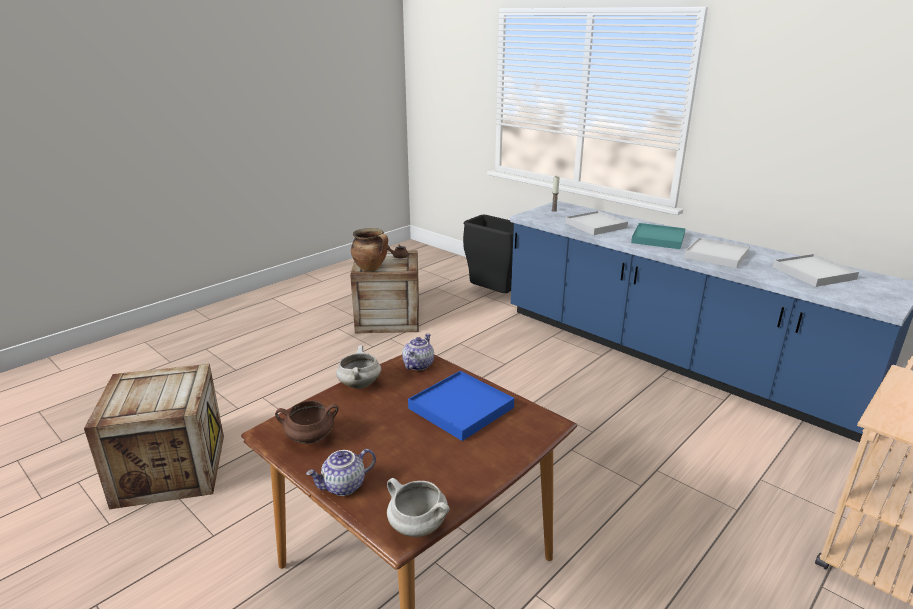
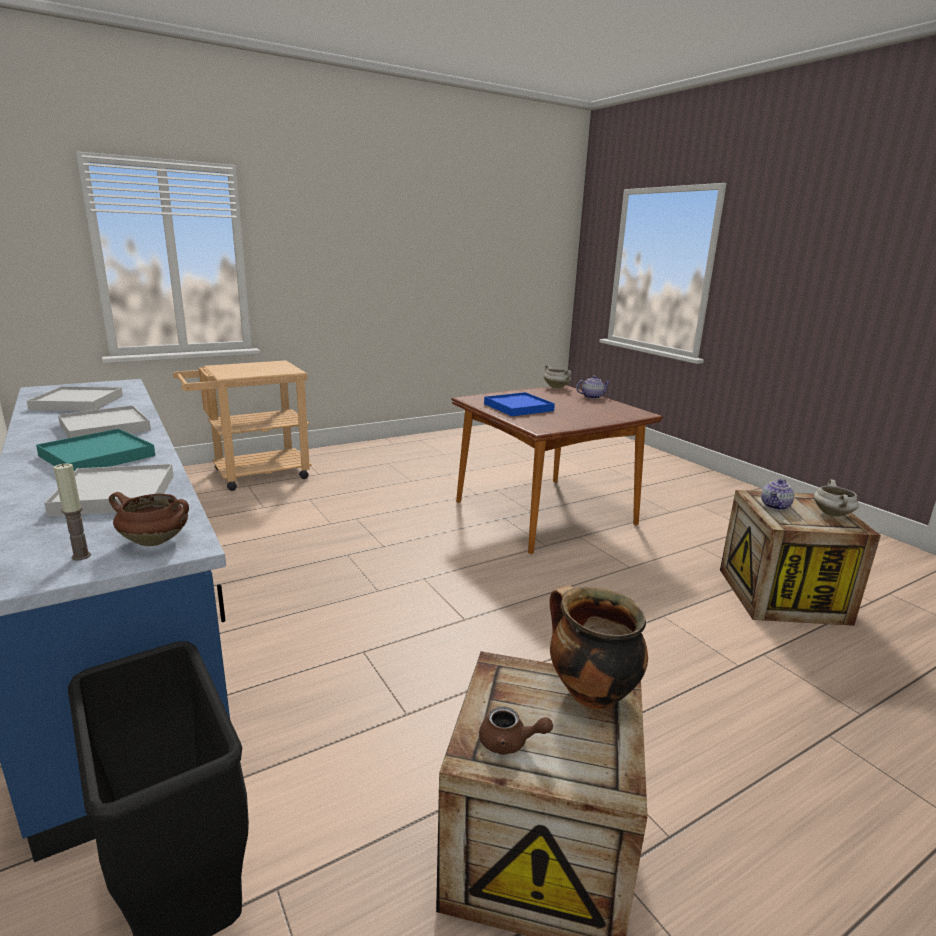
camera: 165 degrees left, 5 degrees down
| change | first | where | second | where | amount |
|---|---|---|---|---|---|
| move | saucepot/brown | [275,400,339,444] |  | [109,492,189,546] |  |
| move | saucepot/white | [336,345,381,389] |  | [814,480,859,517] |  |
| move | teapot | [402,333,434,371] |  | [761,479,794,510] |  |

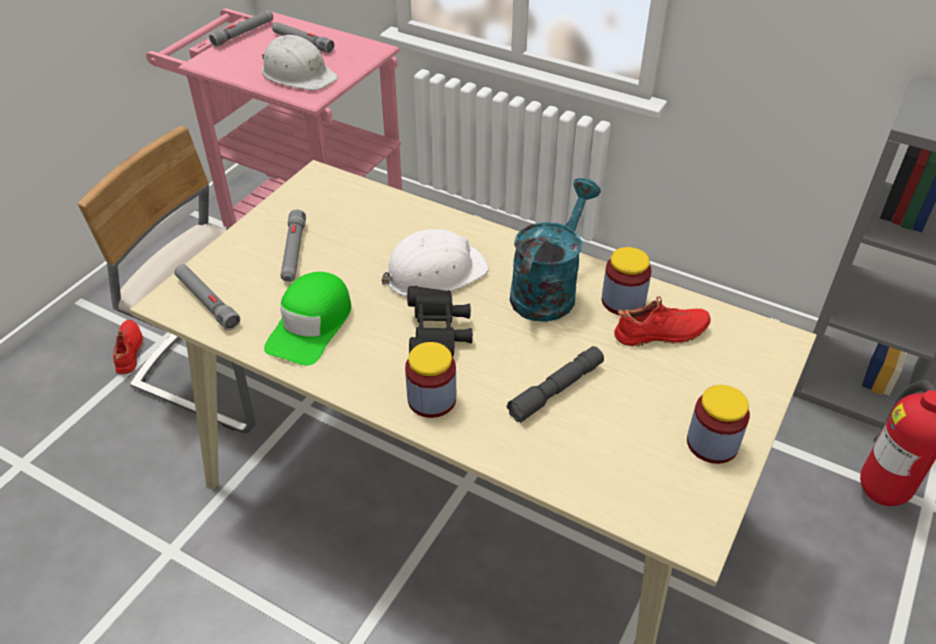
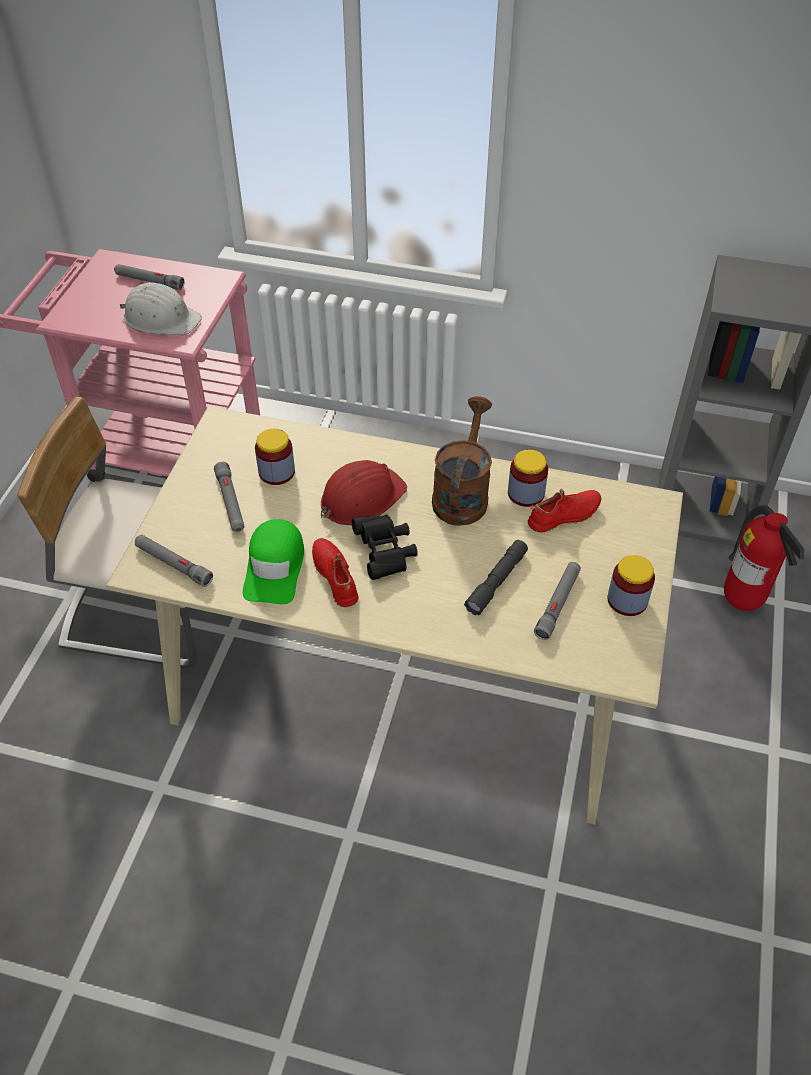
camera: 15 degrees left, 5 degrees up
| change | first | where | second | where | amount |
|---|---|---|---|---|---|
| move | item of footwear/red | [113,320,143,374] |  | [312,538,358,607] |  |
| move | torch/grey | [209,10,273,47] |  | [534,562,581,640] |  |
| recolor | hard hat/white | [380,229,489,297] | hard hat/red | [321,460,407,525] |  |
| move | preserve jar | [405,342,456,418] |  | [255,429,295,485] |  |
| recolor | watering pot/turquoise | [510,178,601,322] | watering pot/brown | [432,396,492,526] |  |

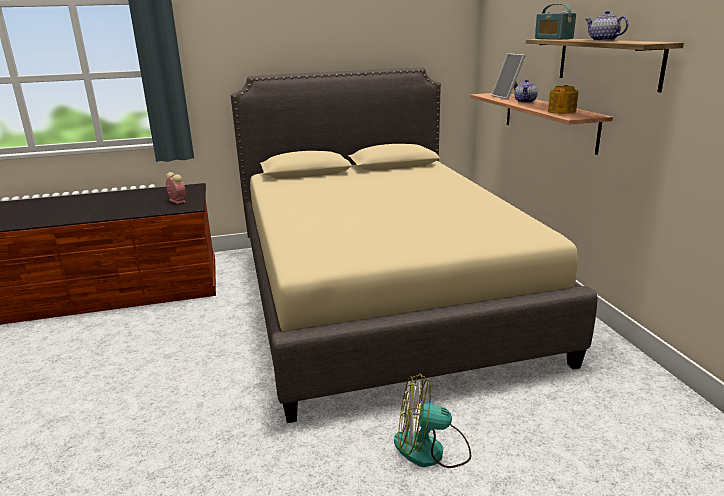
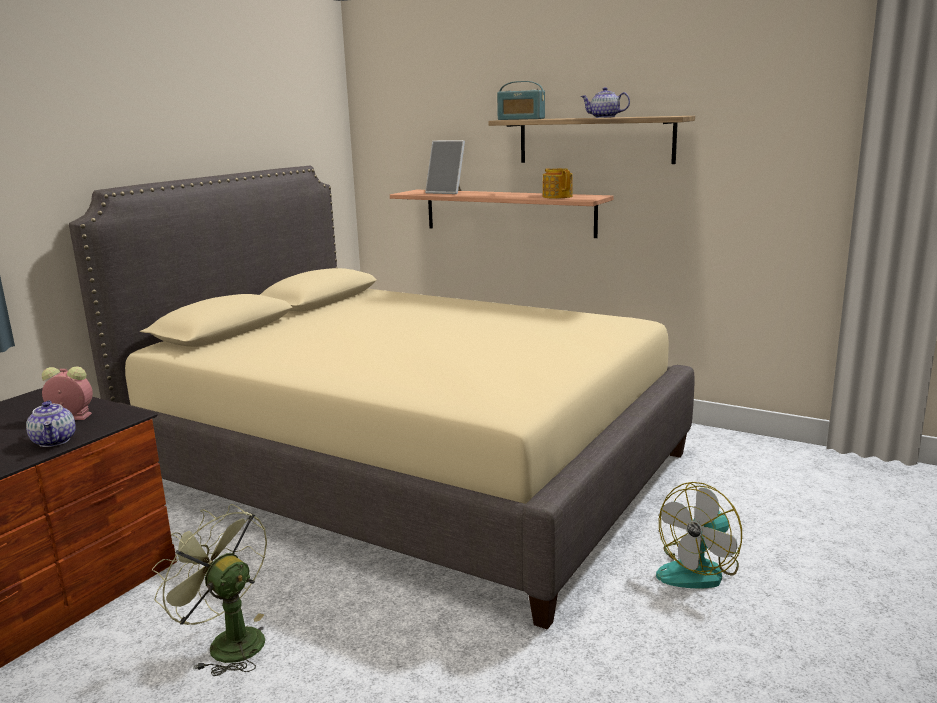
camera: 45 degrees left, 5 degrees down
| change | first | where | second | where | amount |
|---|---|---|---|---|---|
| move | teapot | [514,79,538,103] |  | [26,400,76,447] |  |
| insert |  |  | cooling fan/green | [152,504,267,676] |  |

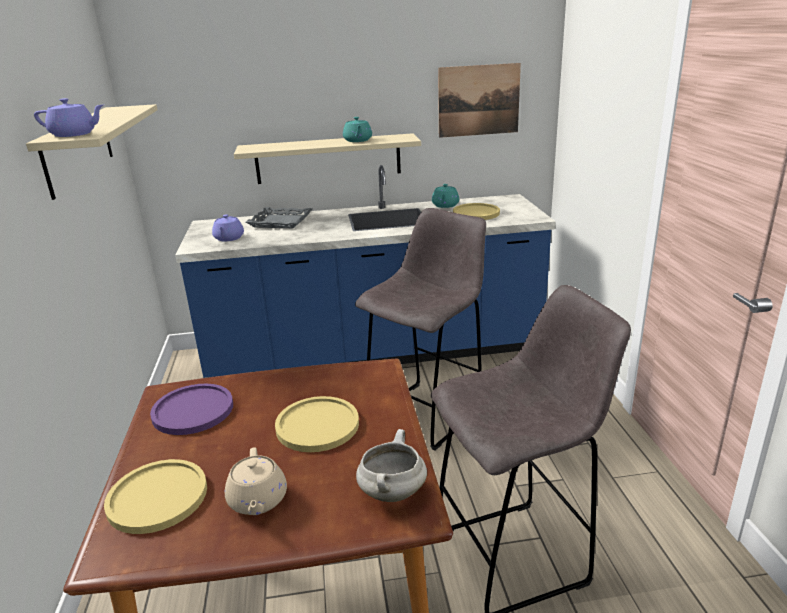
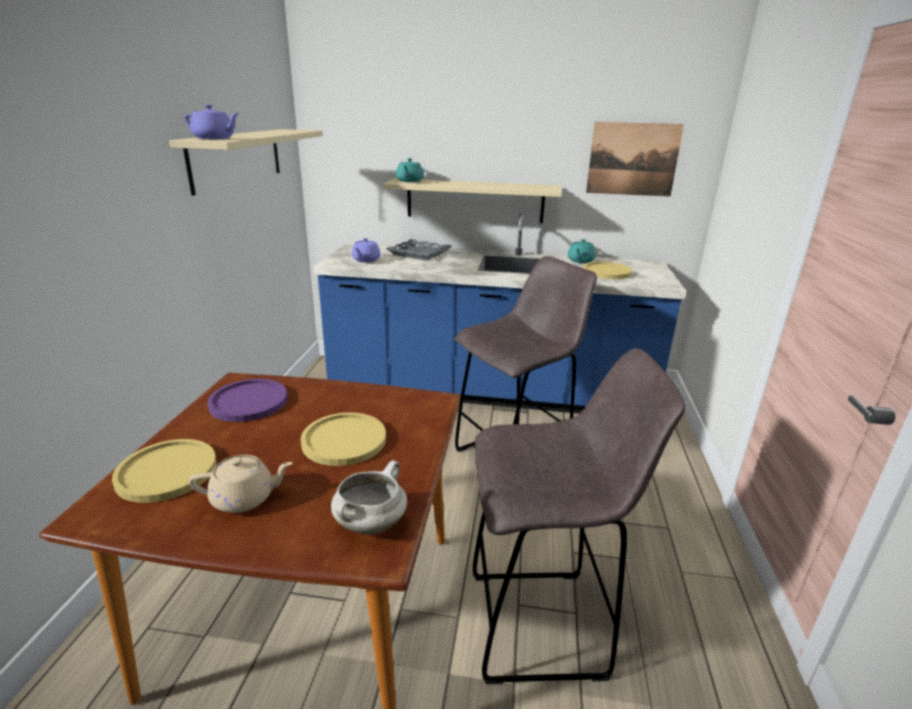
camera: 15 degrees right, 0 degrees up
| change | first | where | second | where | amount |
|---|---|---|---|---|---|
| rotate | teapot/sand-coloured | [225,447,287,515] |  | [189,455,293,513] | 105 degrees counterclockwise |
| move | teapot/turquoise | [343,117,372,142] |  | [396,158,424,182] |  |

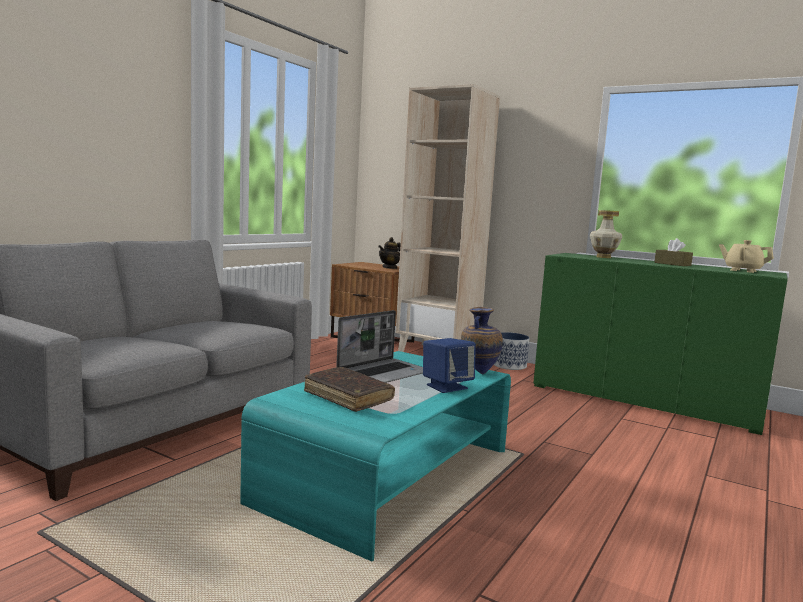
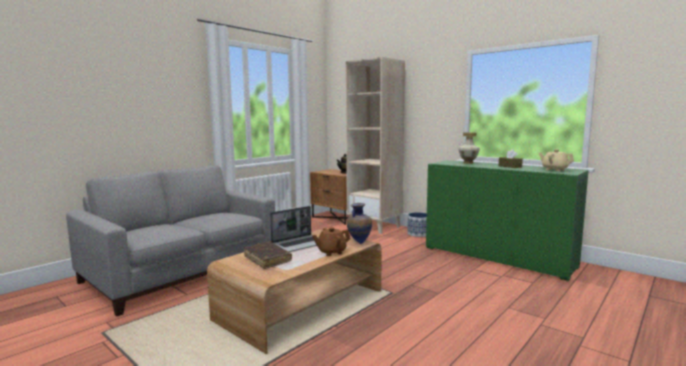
camera: 10 degrees right, 0 degrees up
| change | first | where | second | where | amount |
|---|---|---|---|---|---|
| recolor | coffee table/turquoise | [240,351,511,561] | coffee table/brown | [207,229,382,354] |  |
| replace | speaker/blue | [423,338,476,393] | teapot/brown | [312,227,351,256] |  |

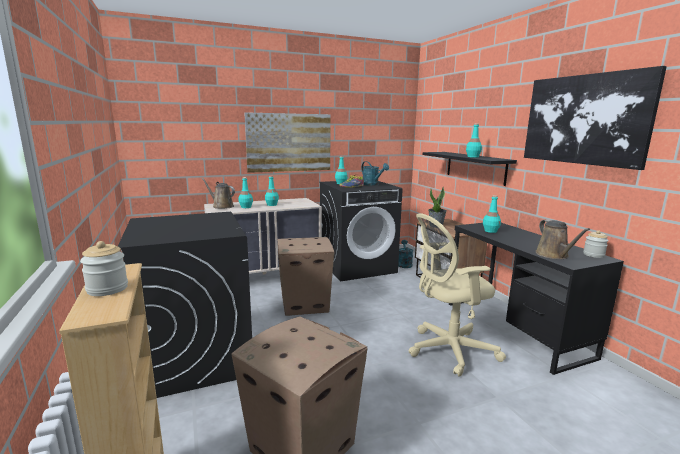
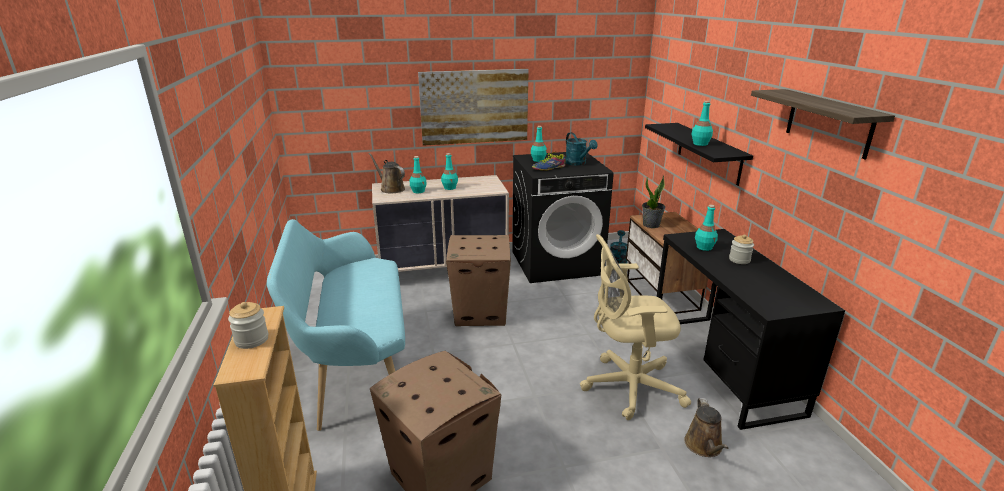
camera: 10 degrees right, 10 degrees up
| change | first | where | second | where | amount |
|---|---|---|---|---|---|
| replace | washing machine/black | [118,212,252,398] | indoor bench/turquoise | [267,219,405,431] |  |
| replace | wall picture | [524,66,667,170] | shelf | [751,89,895,159] |  |
| move | watering pot/brown | [536,220,590,259] |  | [684,398,728,457] |  |
| move | preserve jar | [583,230,609,258] |  | [729,235,754,264] |  |

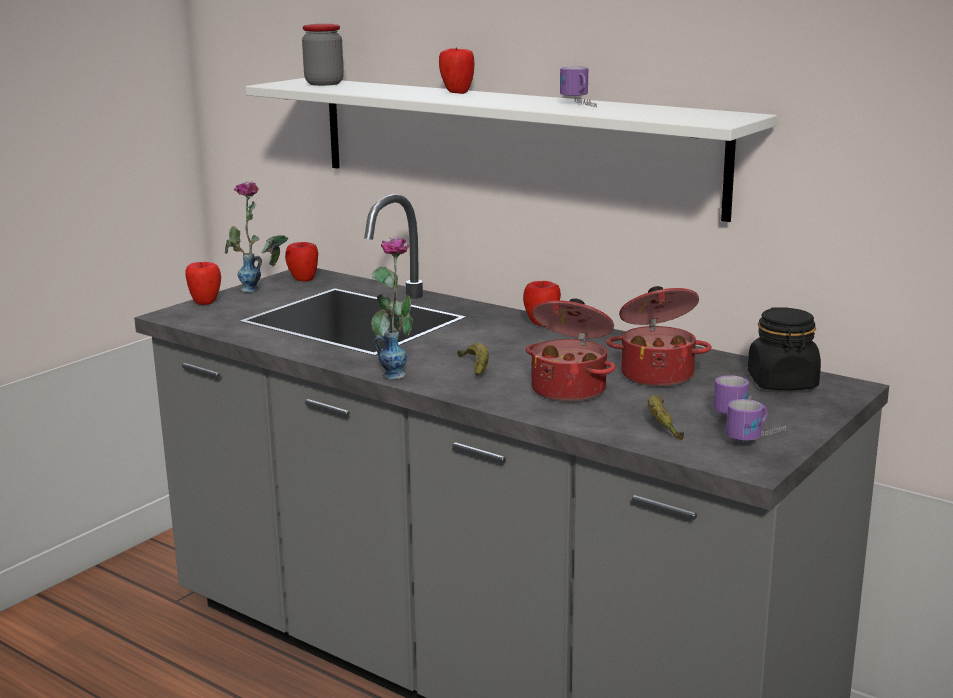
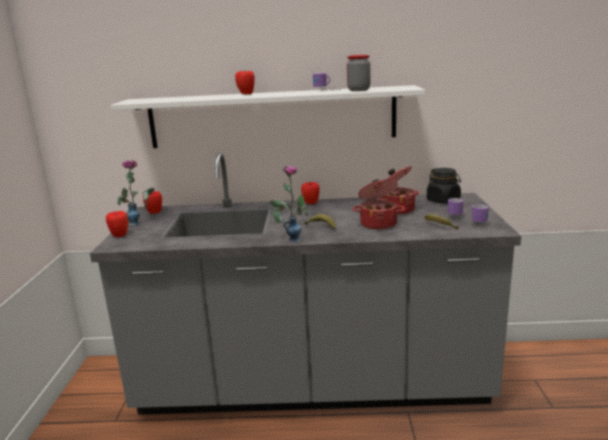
camera: 35 degrees left, 0 degrees up
| change | first | where | second | where | amount |
|---|---|---|---|---|---|
| move | preserve jar | [302,24,344,86] |  | [347,55,370,91] |  |

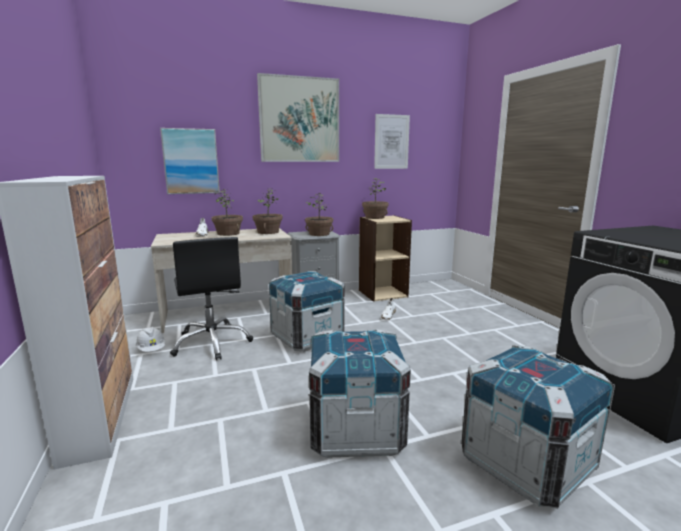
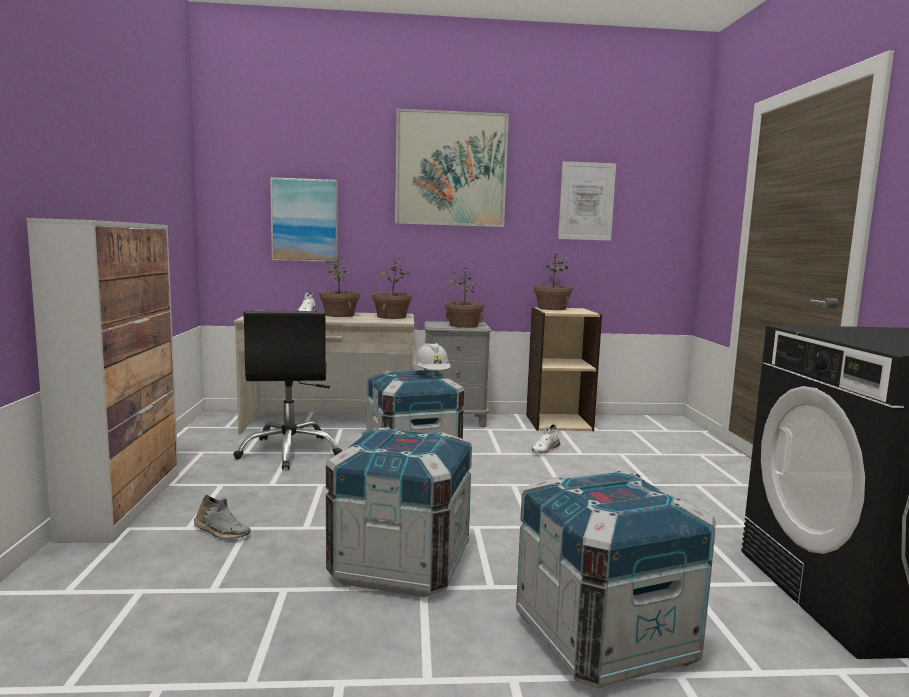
camera: 15 degrees right, 5 degrees down
| change | first | where | second | where | amount |
|---|---|---|---|---|---|
| move | hard hat/white | [136,327,165,352] |  | [414,343,451,370] |  |
| insert |  |  | item of footwear/grey | [194,495,251,539] |  |

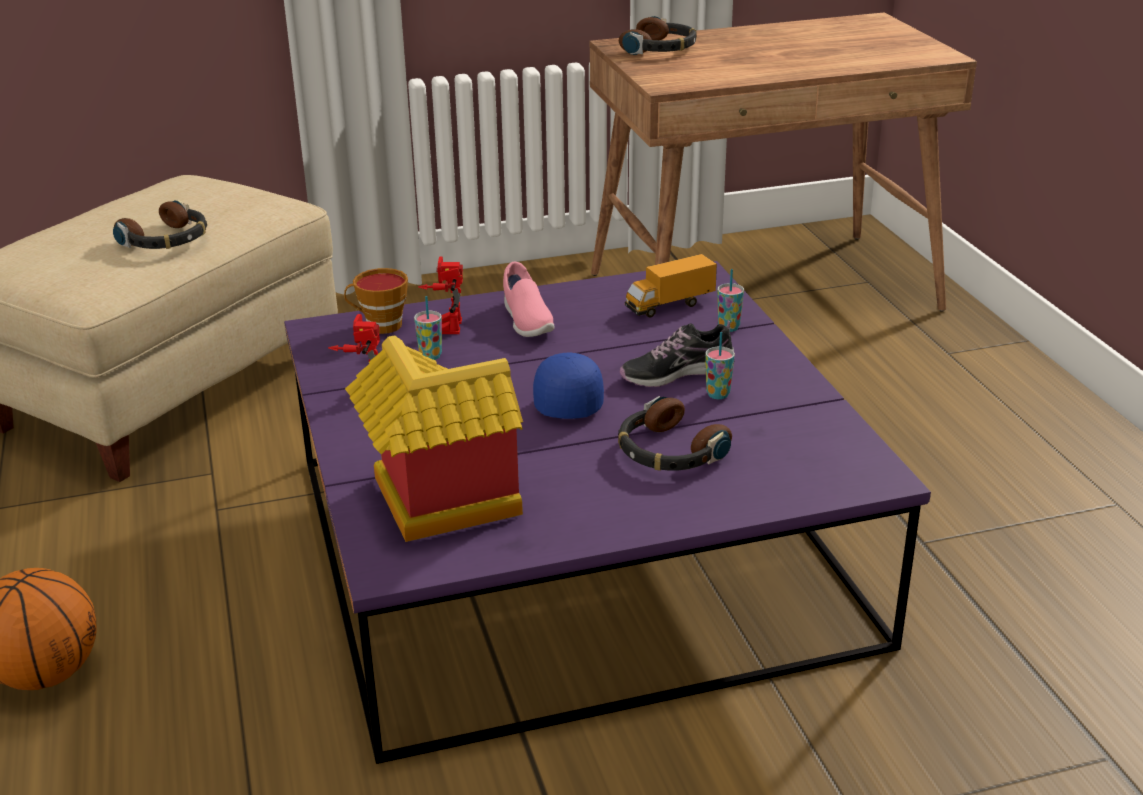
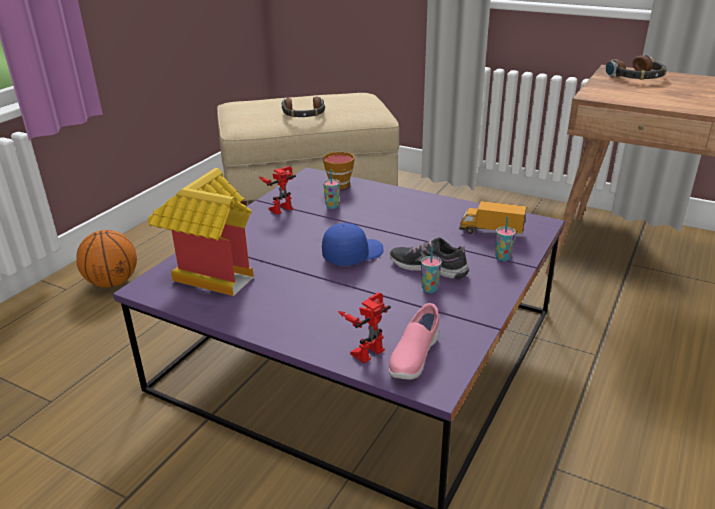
camera: 45 degrees right, 0 degrees up
| change | first | where | second | where | amount |
|---|---|---|---|---|---|
| move | model robot | [418,256,463,334] |  | [338,292,391,363] |  |
| move | item of footwear/pinkish | [503,262,555,337] |  | [389,303,439,380] |  |
| delete | headphones | [618,396,732,471] |  |  |  |

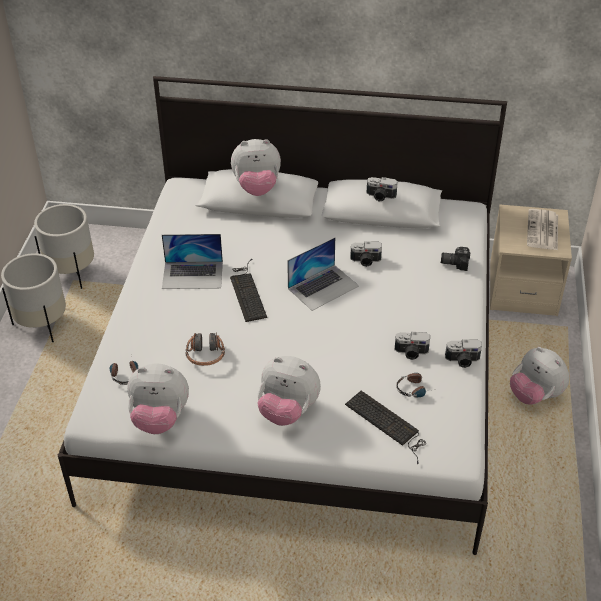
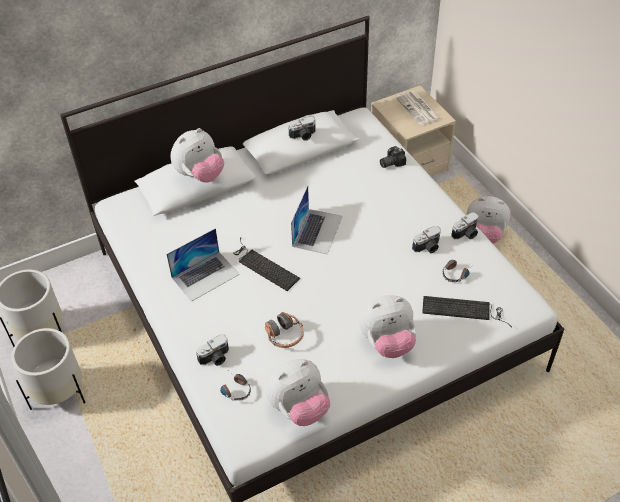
camera: 35 degrees left, 5 degrees up
| change | first | where | second | where | amount |
|---|---|---|---|---|---|
| move | photo camera | [350,241,382,267] |  | [196,335,229,366] |  |

